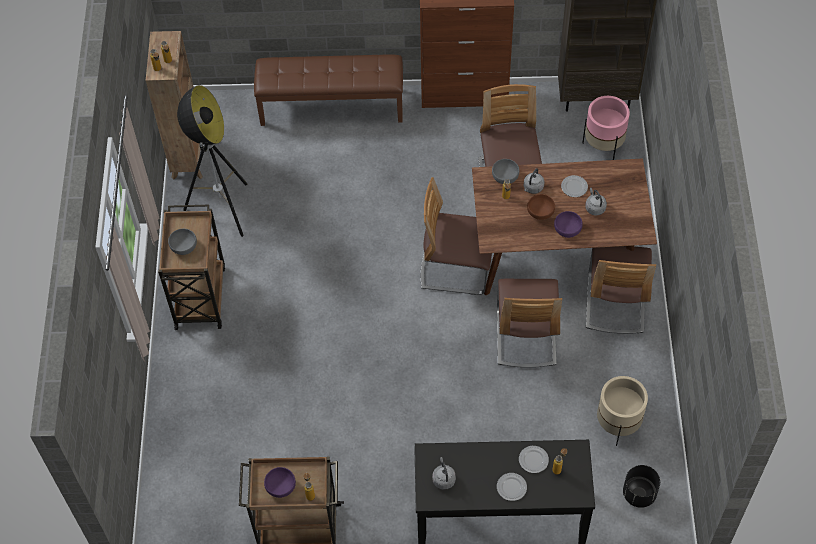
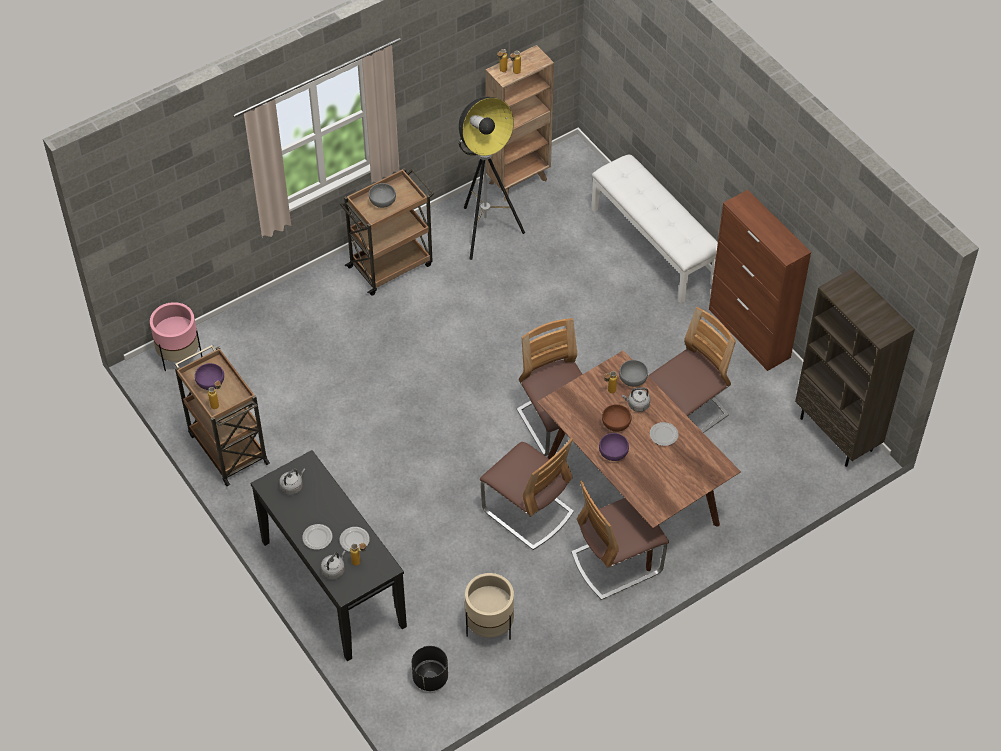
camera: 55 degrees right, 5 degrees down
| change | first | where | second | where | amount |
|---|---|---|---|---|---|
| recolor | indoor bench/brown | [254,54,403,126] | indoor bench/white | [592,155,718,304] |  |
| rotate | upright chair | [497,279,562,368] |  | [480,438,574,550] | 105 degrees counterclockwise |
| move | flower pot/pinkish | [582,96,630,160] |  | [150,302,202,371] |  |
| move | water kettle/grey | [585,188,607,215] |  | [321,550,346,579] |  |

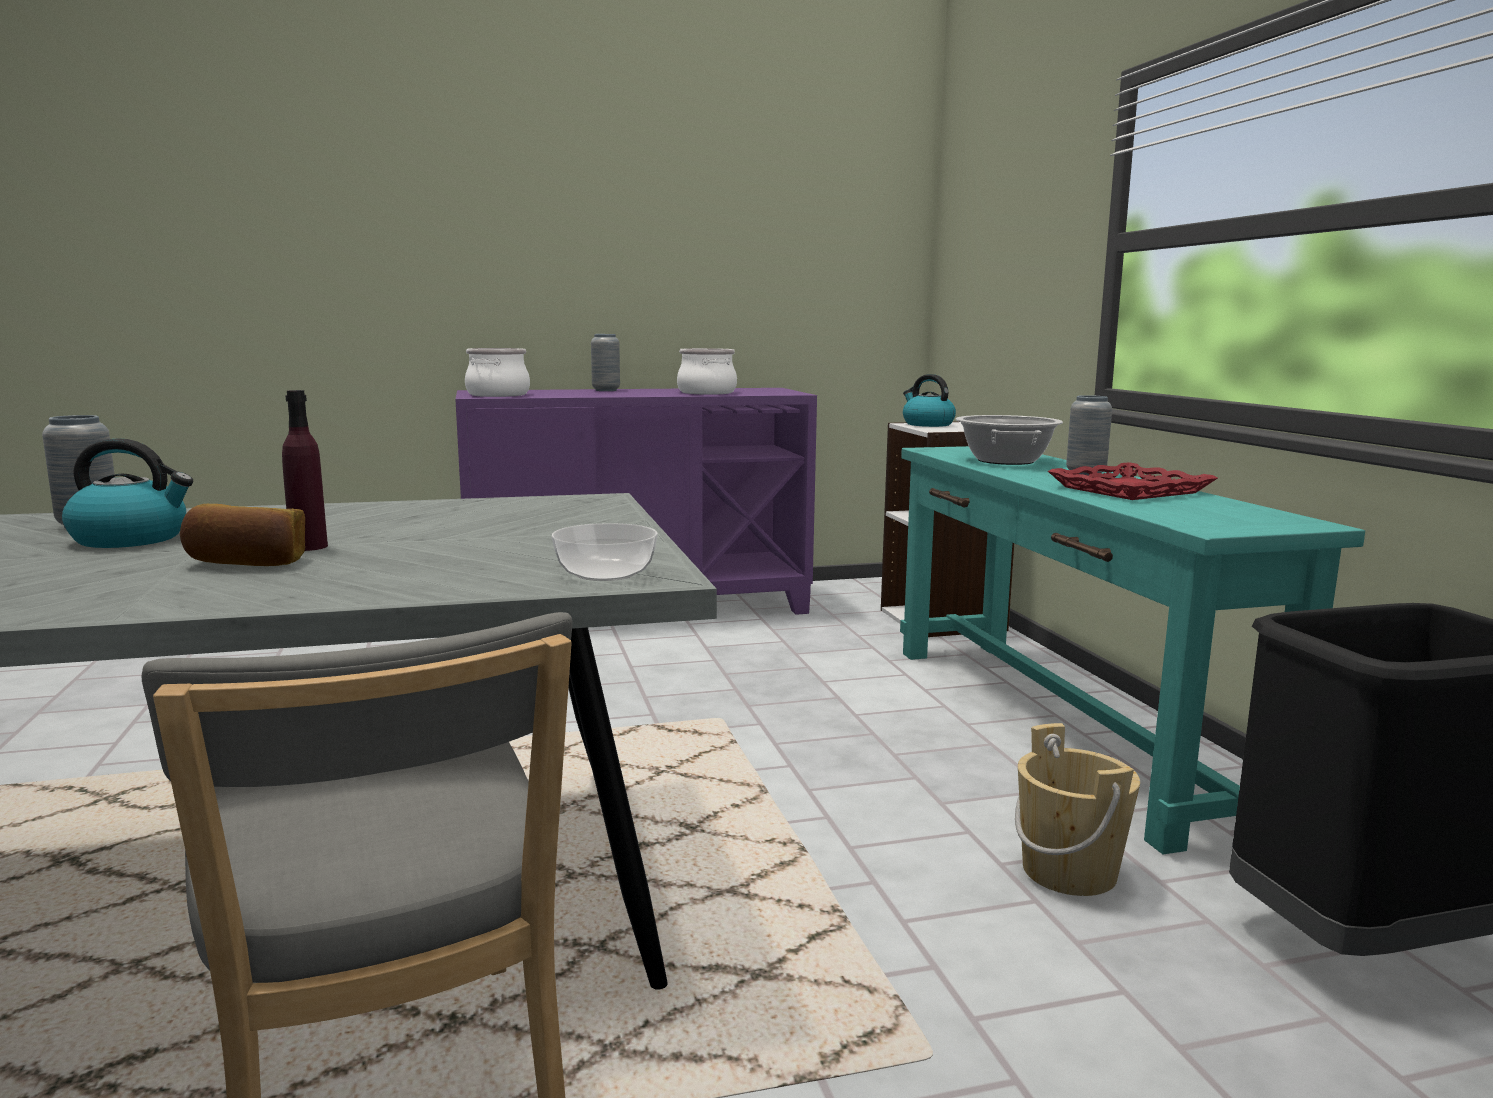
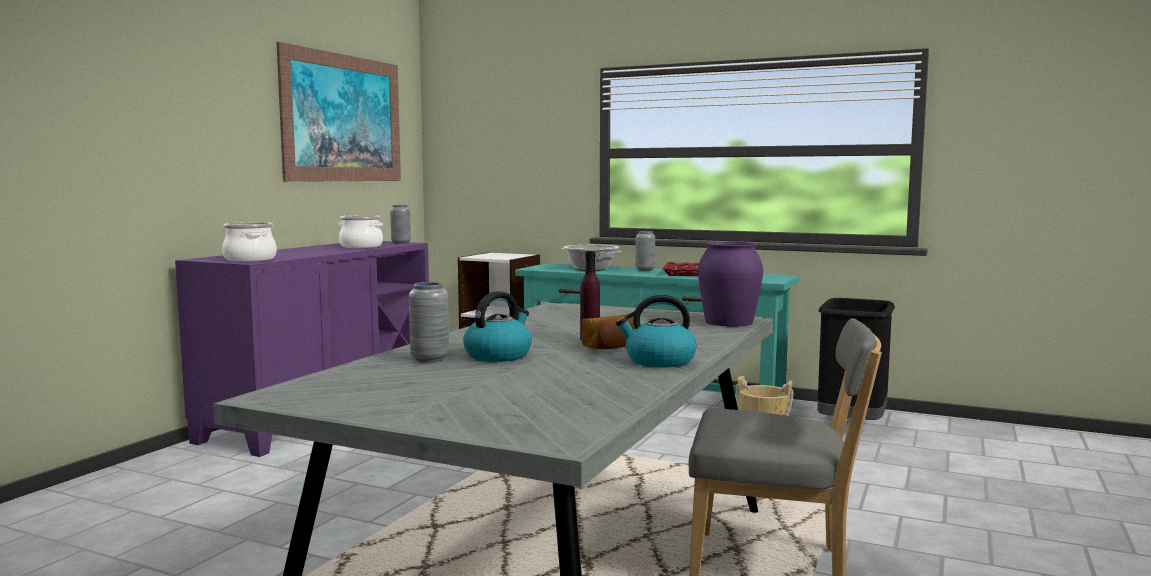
camera: 50 degrees left, 5 degrees down
| change | first | where | second | where | amount |
|---|---|---|---|---|---|
| replace | bowl | [552,523,658,581] | decorative vase/purple-coloured | [698,242,763,327] |  |
| move | decorative vase/grey | [591,334,620,391] |  | [390,205,411,244] |  |
| move | water kettle | [903,374,956,427] |  | [616,295,696,367] |  |
| insert |  |  | wall picture | [276,42,401,182] |  |

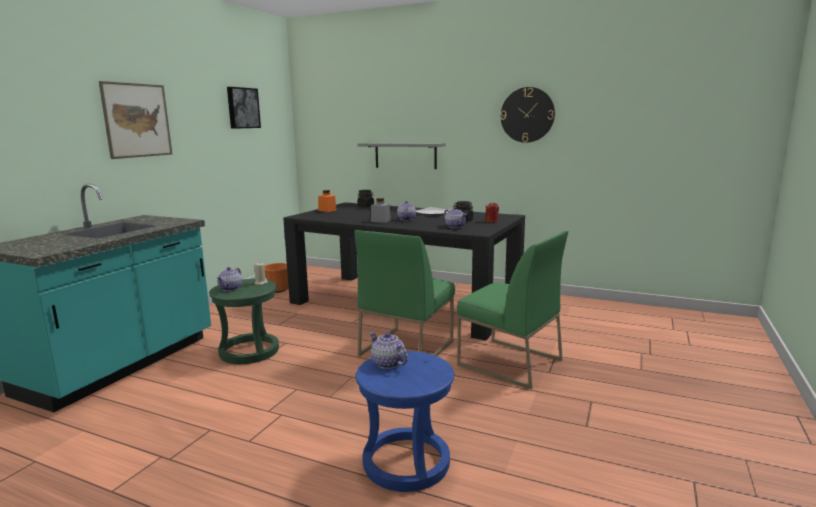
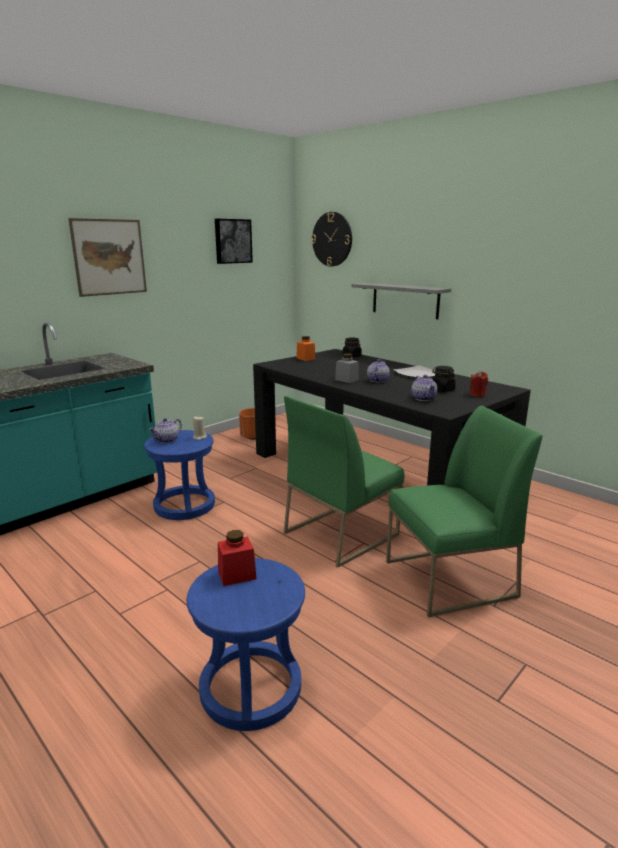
camera: 20 degrees right, 5 degrees up
| change | first | where | second | where | amount |
|---|---|---|---|---|---|
| recolor | stool/green | [209,279,279,364] | stool/blue | [144,430,215,520] |  |
| replace | teapot | [370,332,408,369] | preserve jar/red | [218,530,257,586] |  |
| rotate | upright chair/green | [457,231,568,389] |  | [386,406,543,617] | 75 degrees counterclockwise |
| move | wall clock | [500,87,555,143] |  | [311,212,352,266] |  |

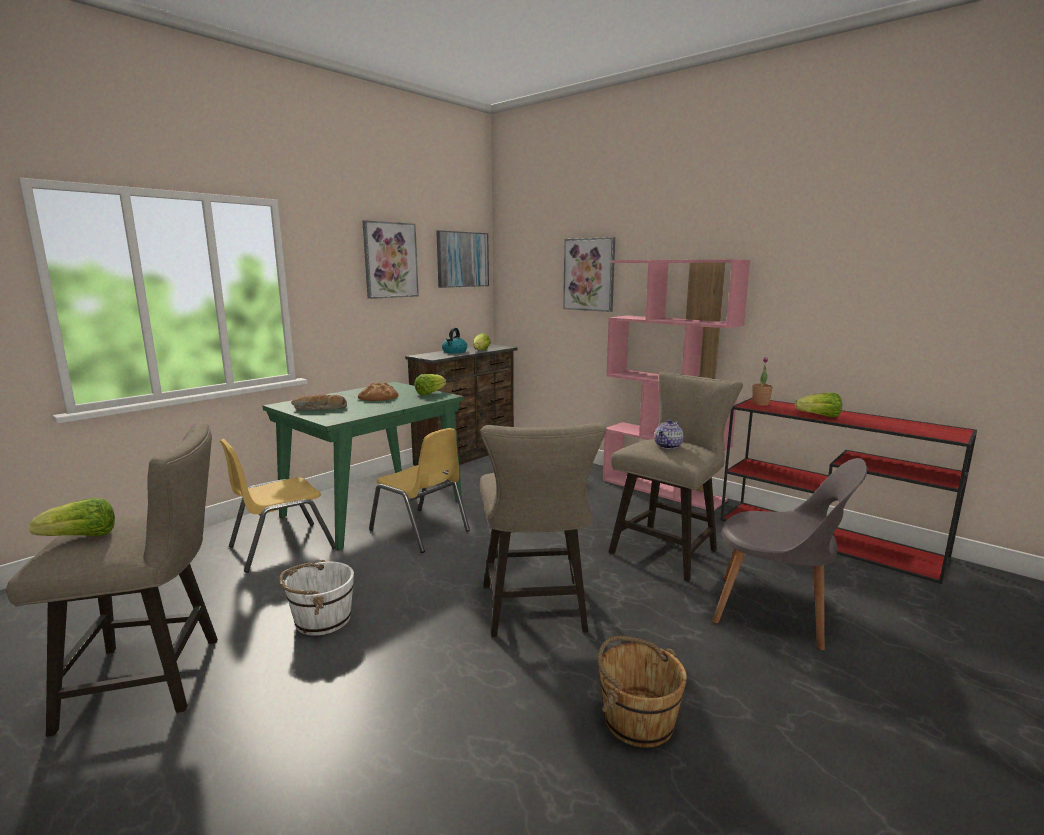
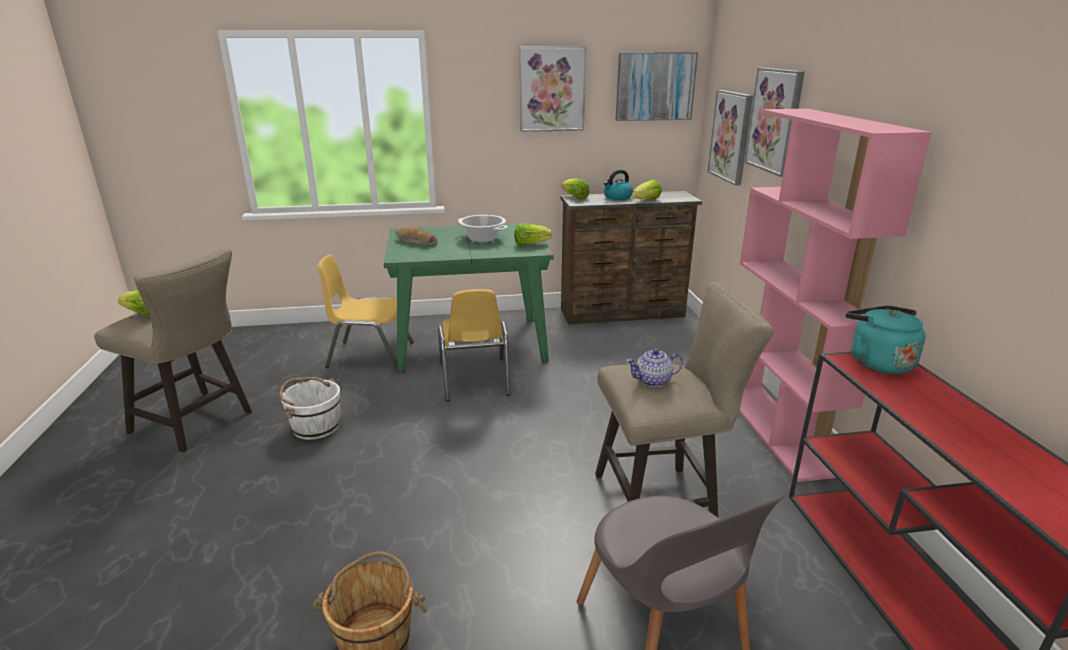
camera: 40 degrees right, 10 degrees up
| change | first | where | second | where | amount |
|---|---|---|---|---|---|
| replace | baked bread | [358,383,399,401] | saucepot | [458,215,508,242] |  |
| delete | stool/sand-coloured | [480,423,606,637] |  |  |  |
| replace | potted plant | [752,357,773,406] | water kettle/turquoise | [846,305,926,375] |  |
| move | lettuce head | [795,393,842,417] |  | [562,178,589,199] |  |
| insert |  |  | wall picture | [708,90,753,186] |  |

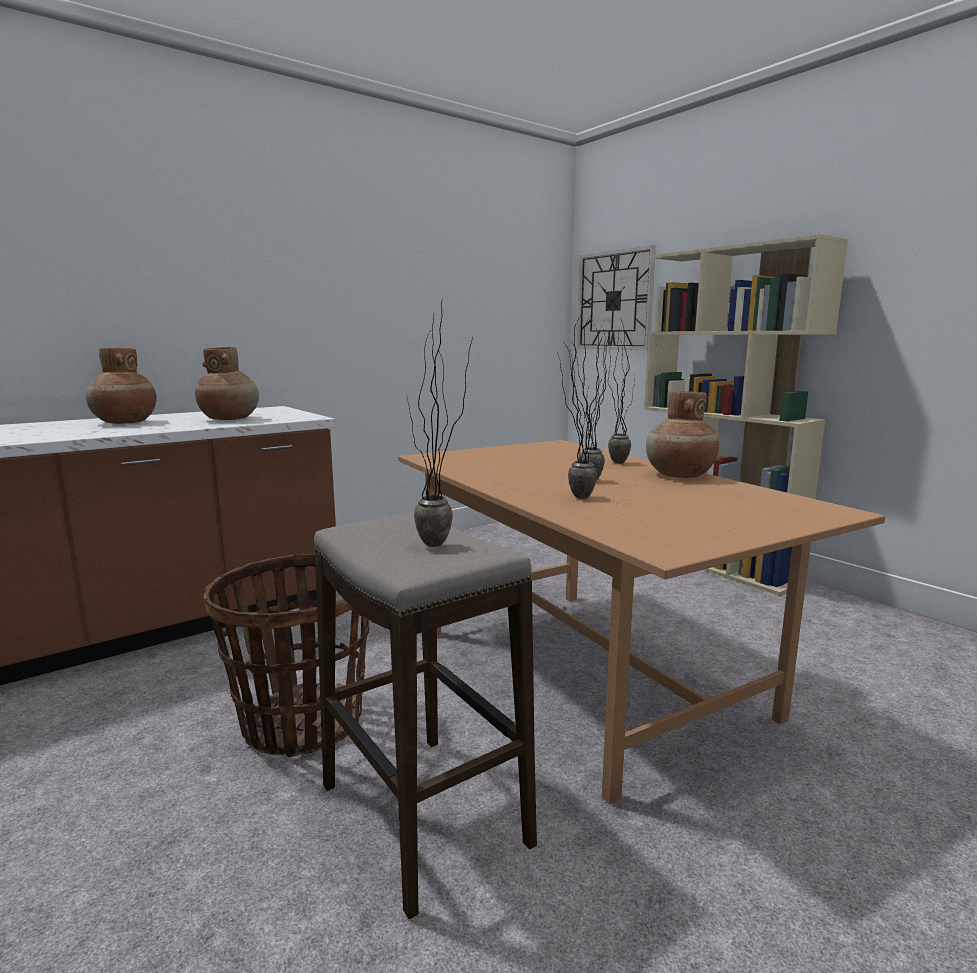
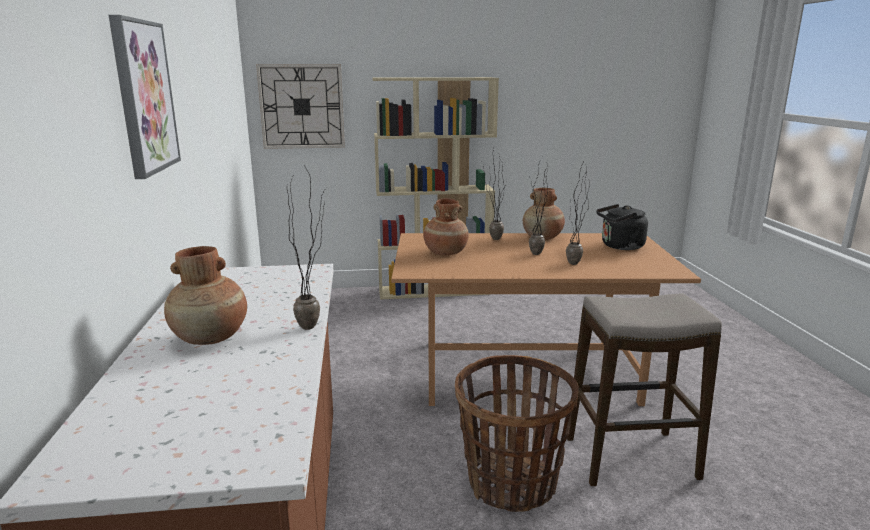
camera: 60 degrees left, 5 degrees up
| change | first | where | second | where | amount |
|---|---|---|---|---|---|
| move | decorative vase/brown | [195,347,259,420] |  | [423,198,469,255] |  |
| move | potted plant | [407,298,473,547] |  | [287,165,326,330] |  |
| insert |  |  | wall picture | [108,15,181,179] |  |
| insert |  |  | water kettle/black | [596,204,648,250] |  |

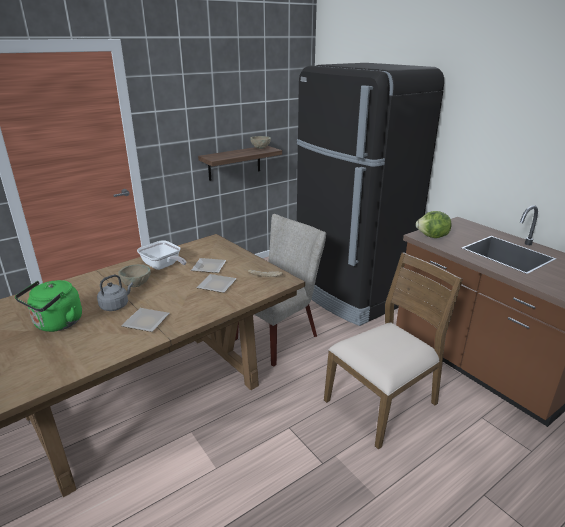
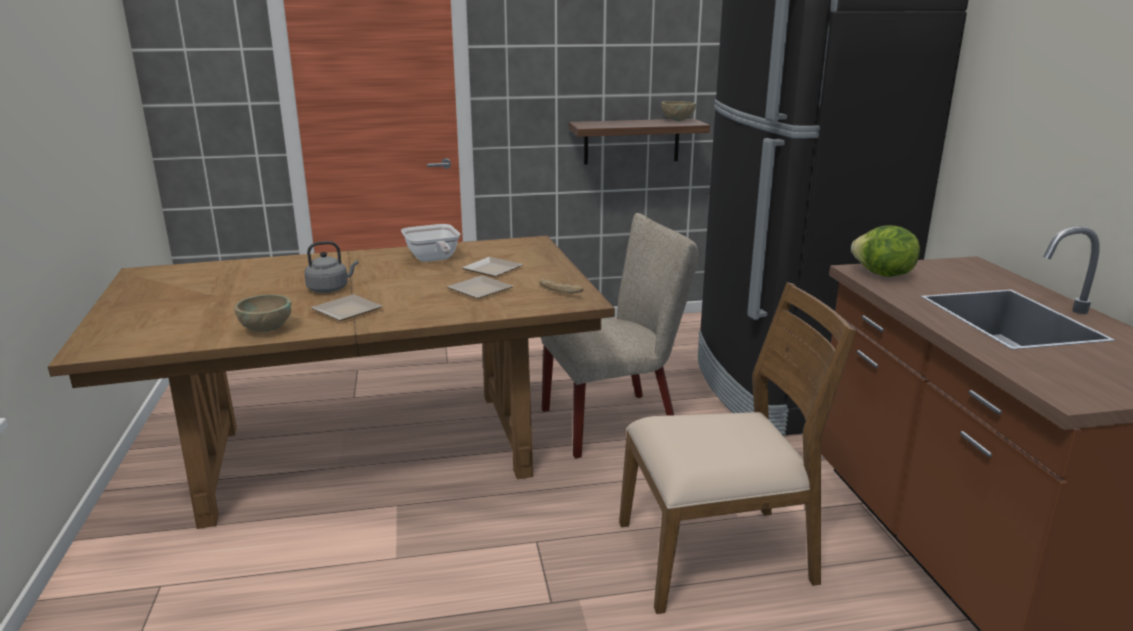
camera: 25 degrees right, 5 degrees down
| change | first | where | second | where | amount |
|---|---|---|---|---|---|
| delete | water kettle/green | [15,280,82,332] |  |  |  |
| move | bowl/sand-coloured | [118,264,151,287] |  | [234,294,291,332] |  |

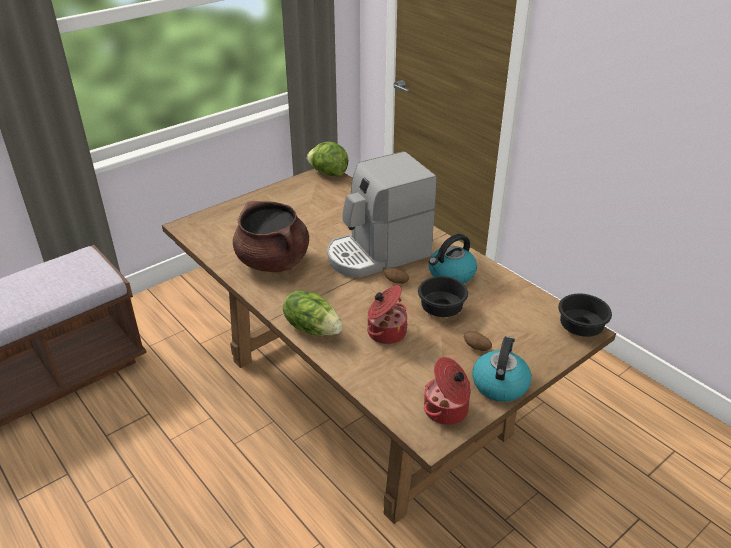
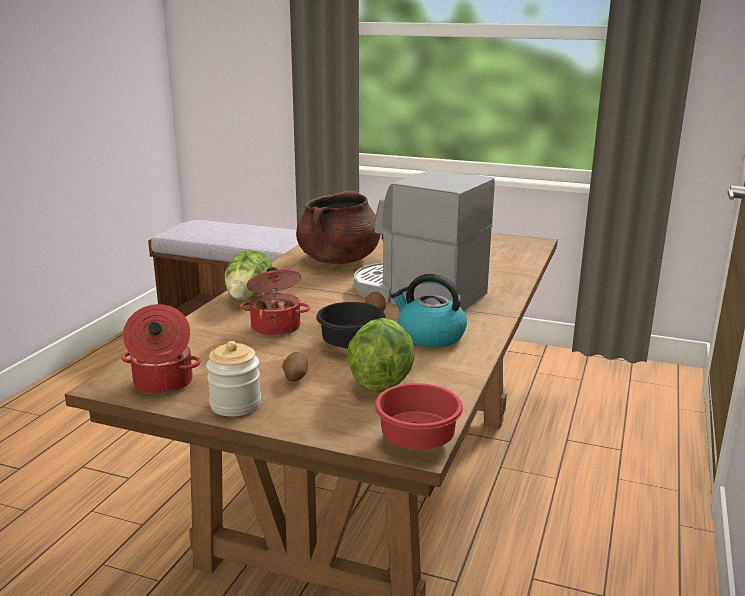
camera: 60 degrees right, 15 degrees down
| change | first | where | second | where | amount |
|---|---|---|---|---|---|
| move | lettuce head | [307,142,348,176] |  | [346,318,415,393] |  |
| replace | water kettle | [472,336,531,402] | preserve jar | [206,341,261,417] |  |
| recolor | bowl/black | [558,294,612,337] | bowl/red | [374,383,463,450] |  |

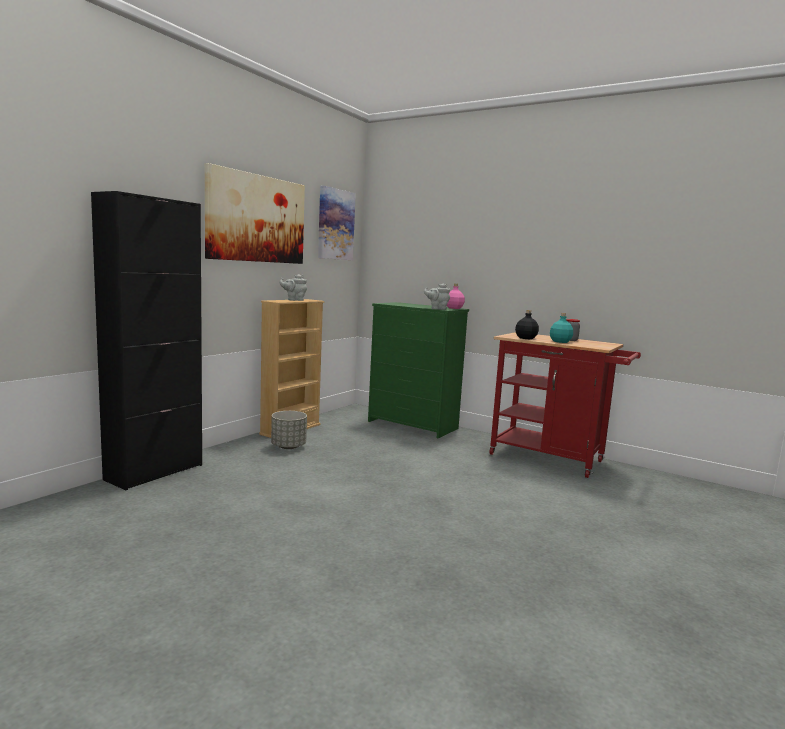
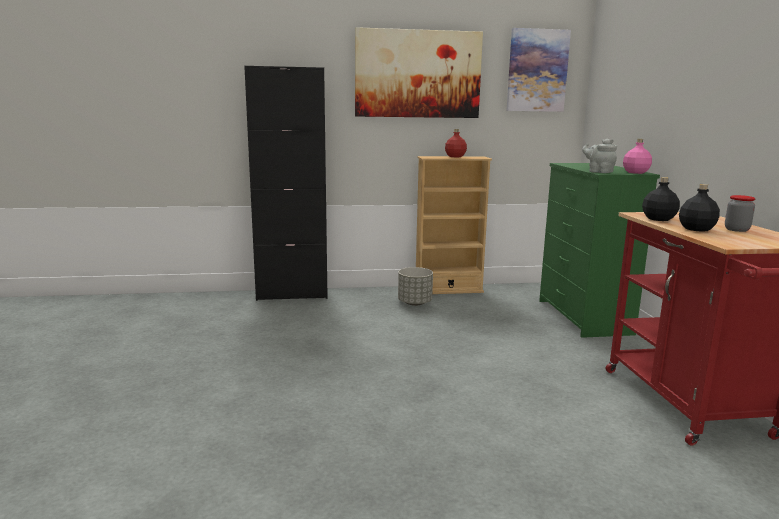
camera: 50 degrees right, 5 degrees up
| change | first | where | second | where | amount |
|---|---|---|---|---|---|
| replace | teapot/grey | [279,274,307,301] | bottle/red | [445,129,467,157] |  |
| recolor | bottle/turquoise | [550,313,573,343] | bottle/black | [679,184,720,232] |  |

